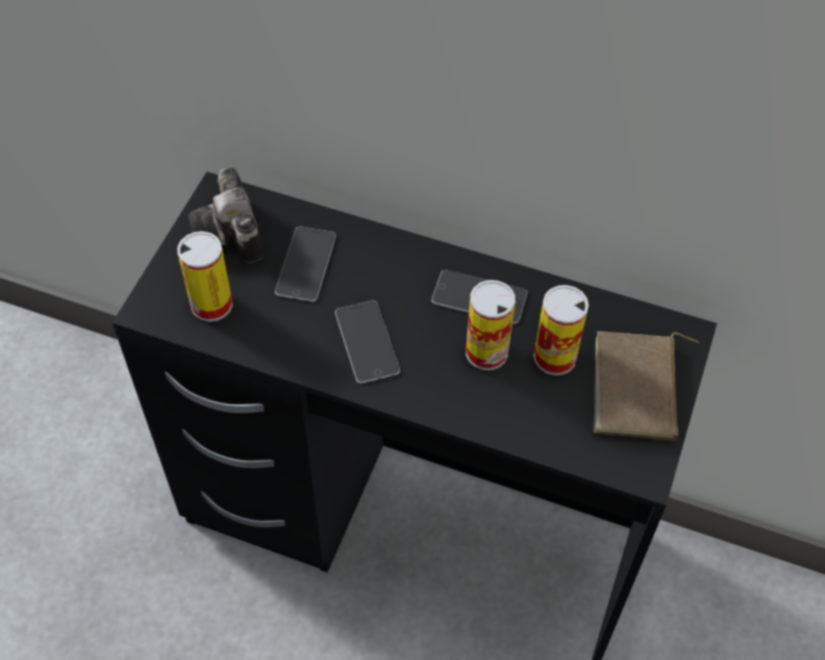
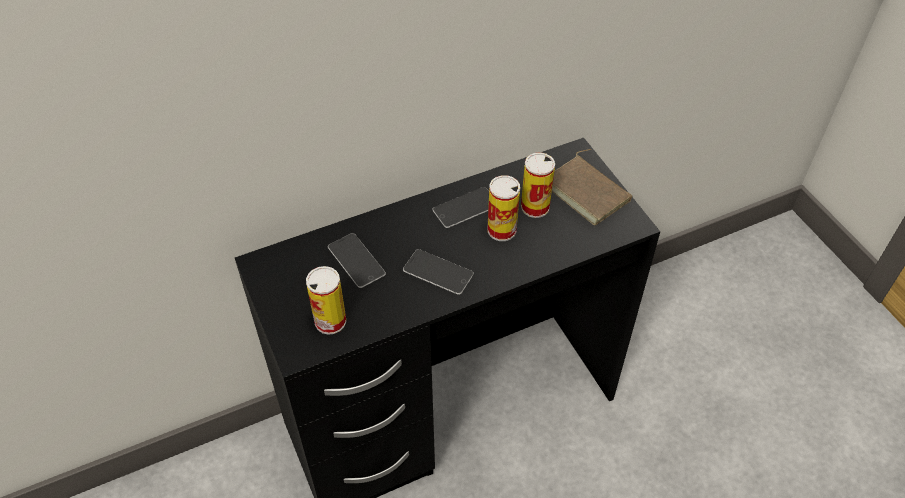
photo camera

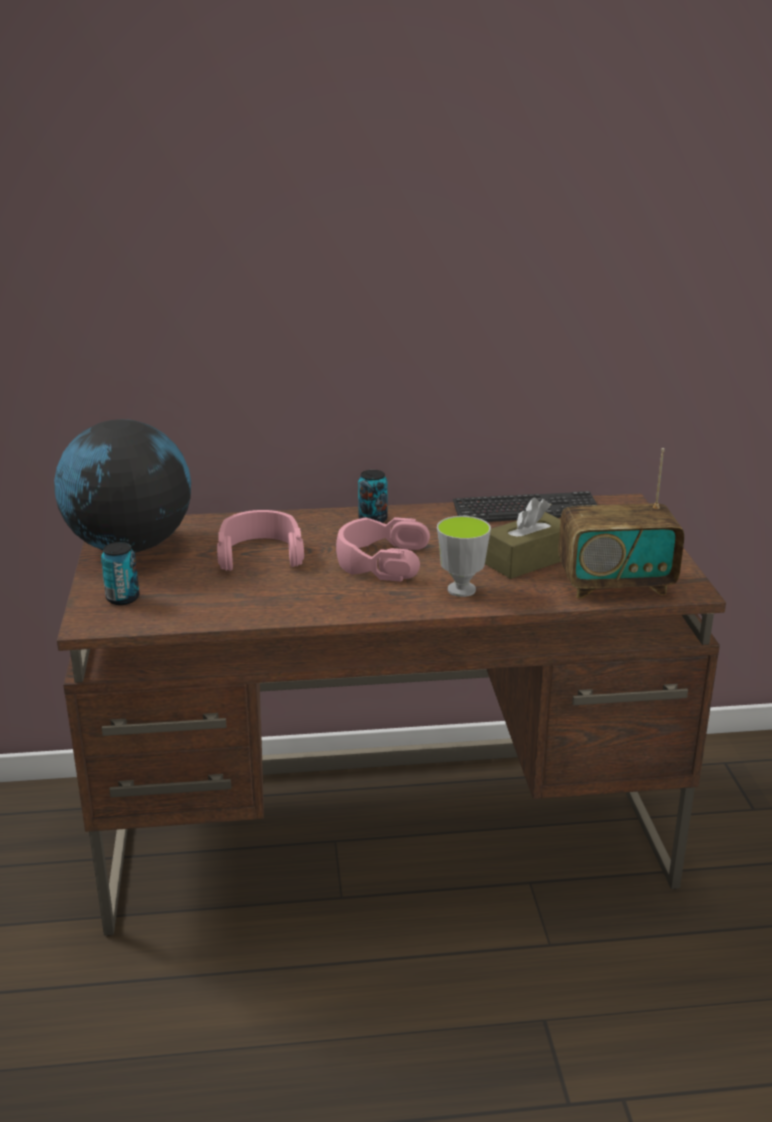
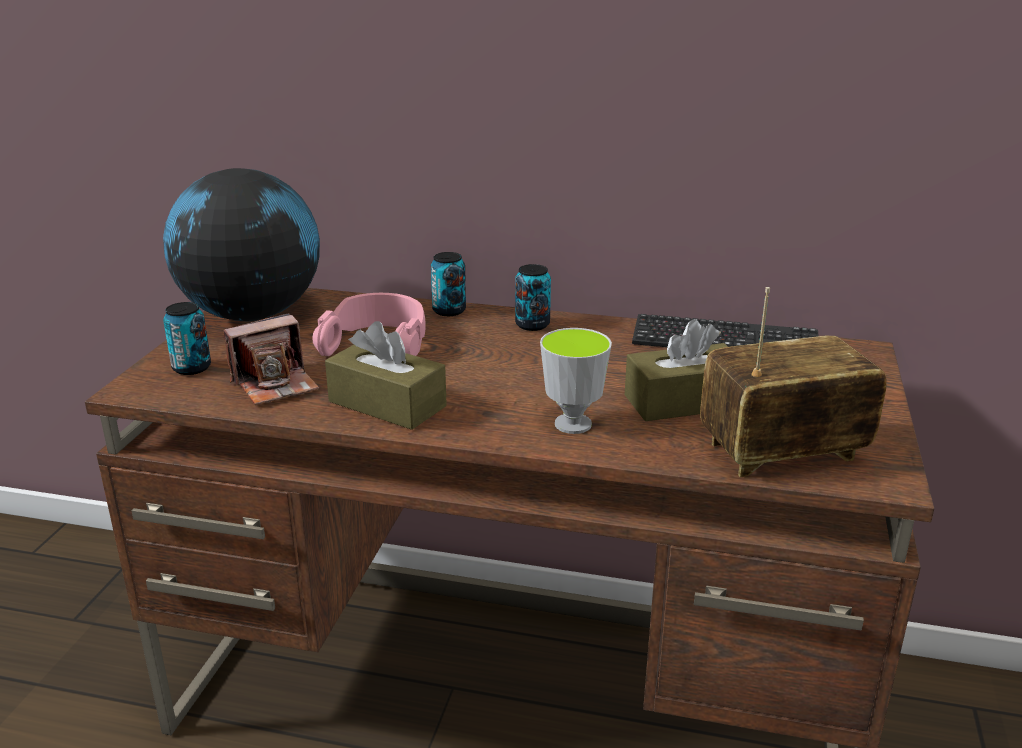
radio
headphones (pink) (2nd from left in the first image)
can (2nd from left)
photo camera
tissue box (brown) (1st from left)

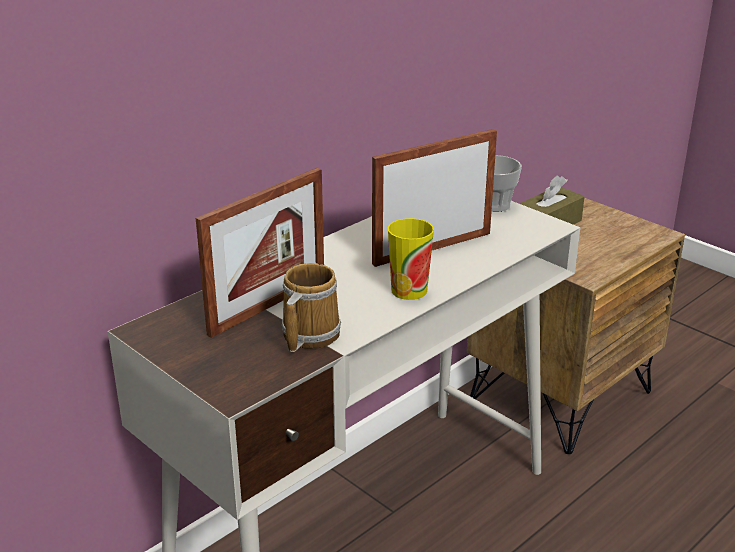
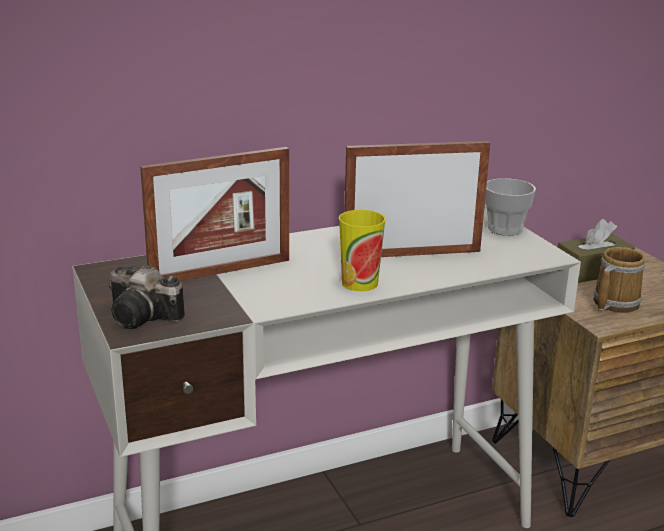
mug
photo camera

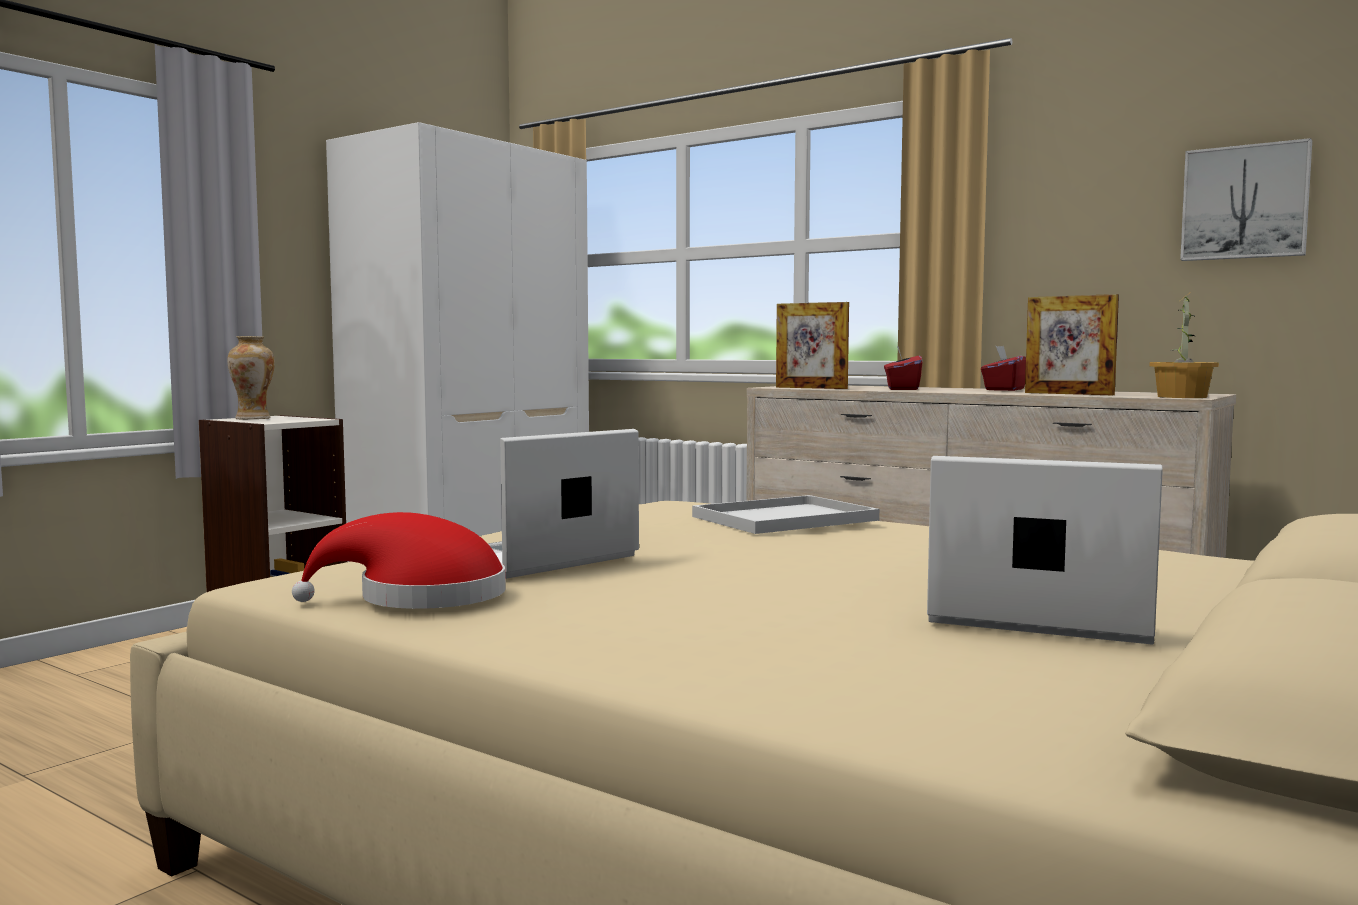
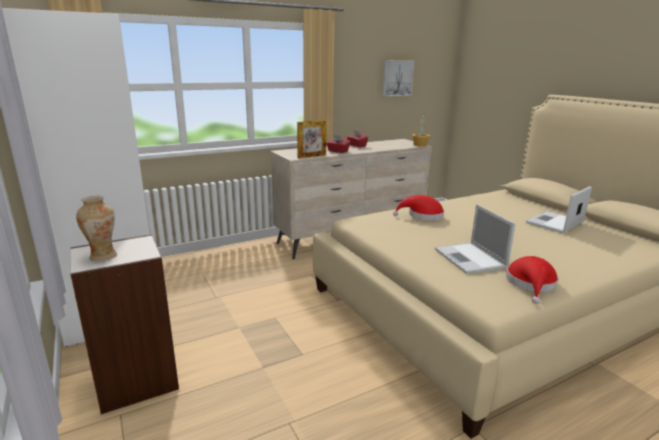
picture frame (2nd from left in the first image)
hat (red) (1st from left)

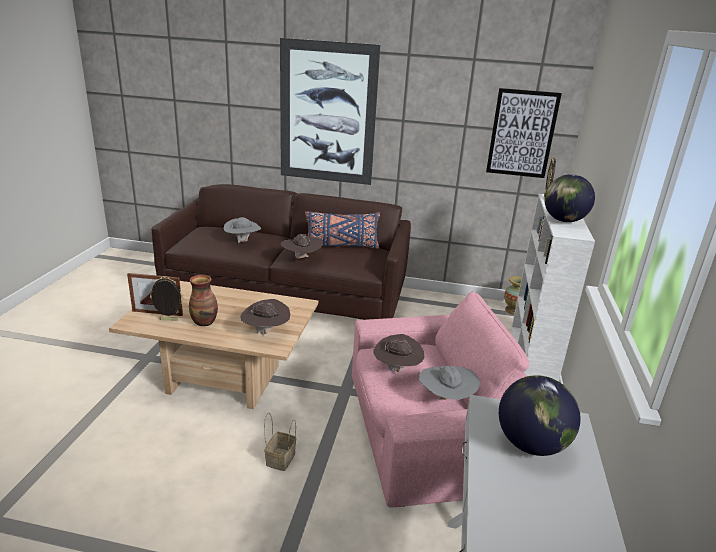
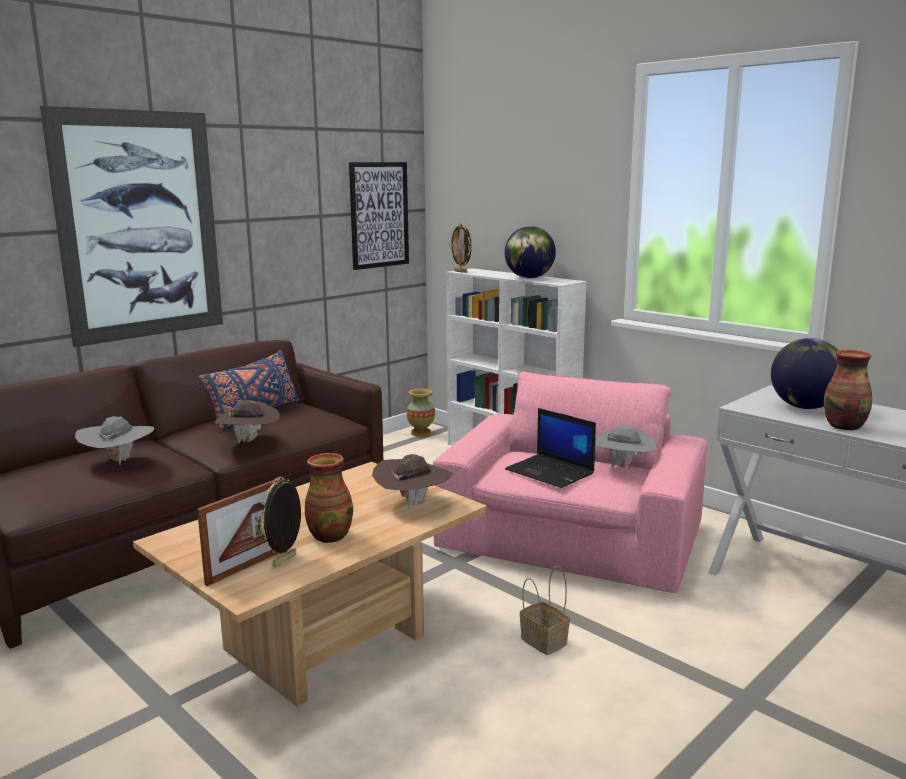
laptop
vase (3rd from left)

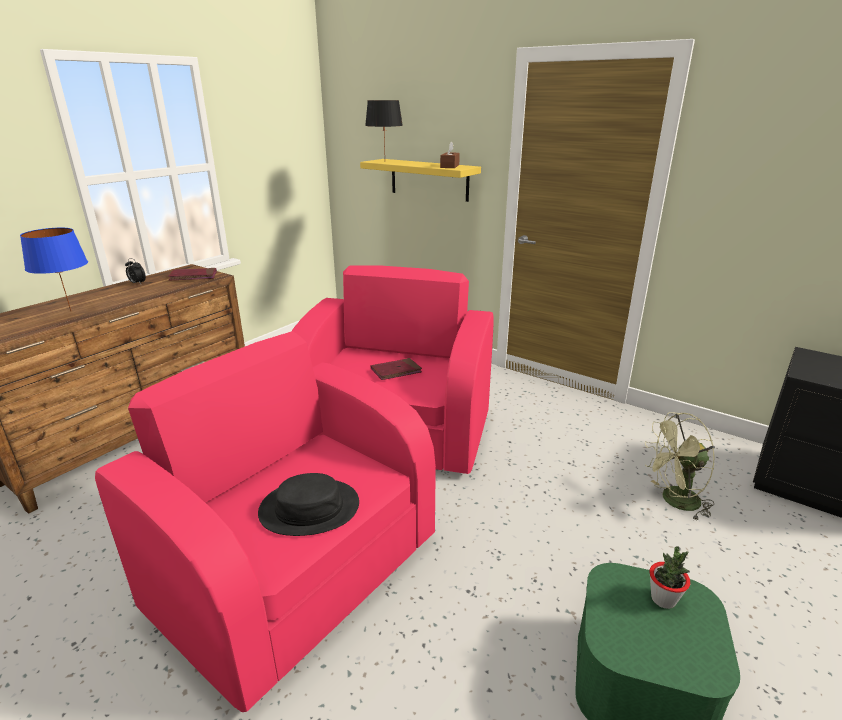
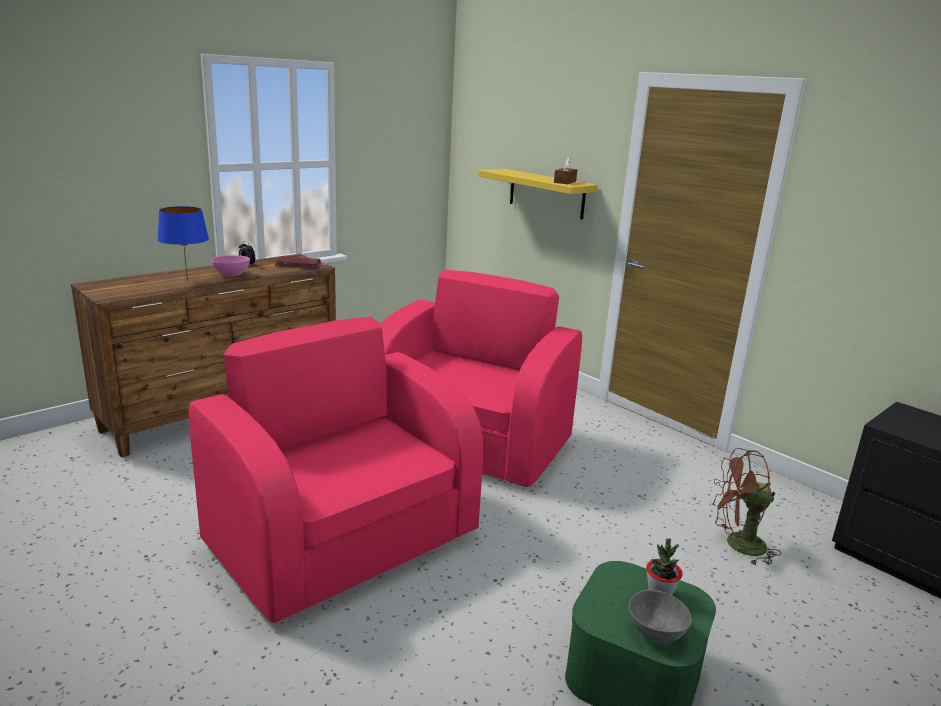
table lamp (black)
book (red) (2nd from left in the first image)
fan (brown)
hat (black)
bowl (pink)
bowl (grey)

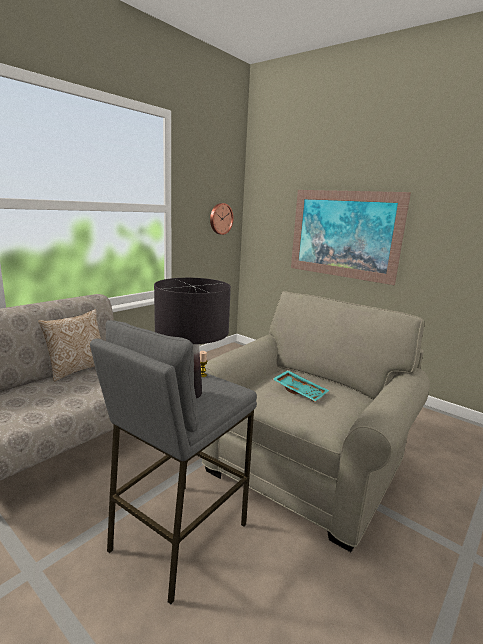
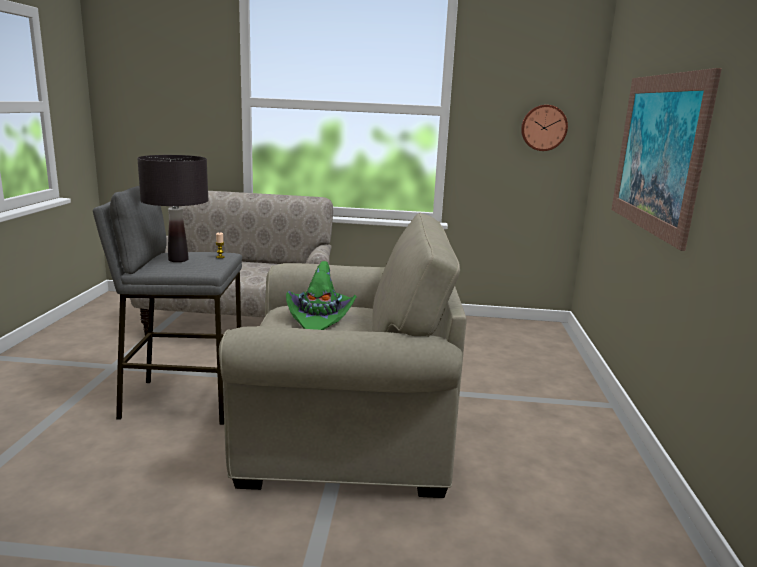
pillow
hat (green)

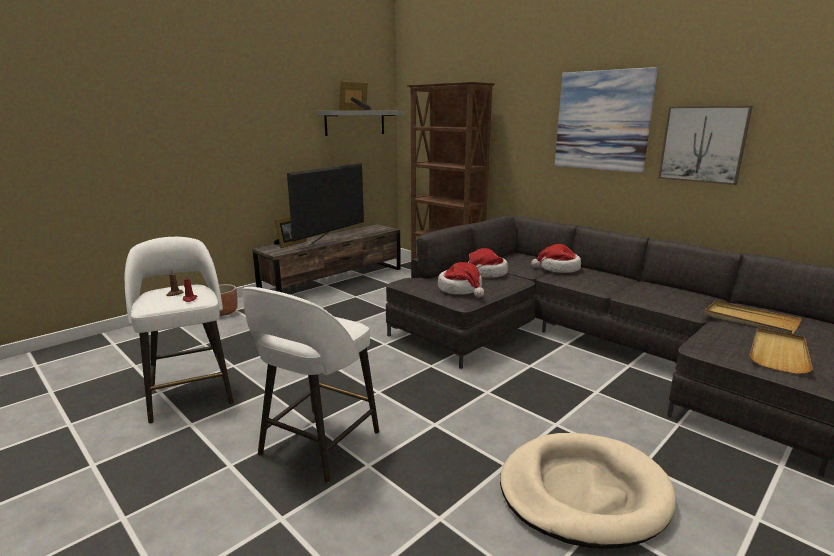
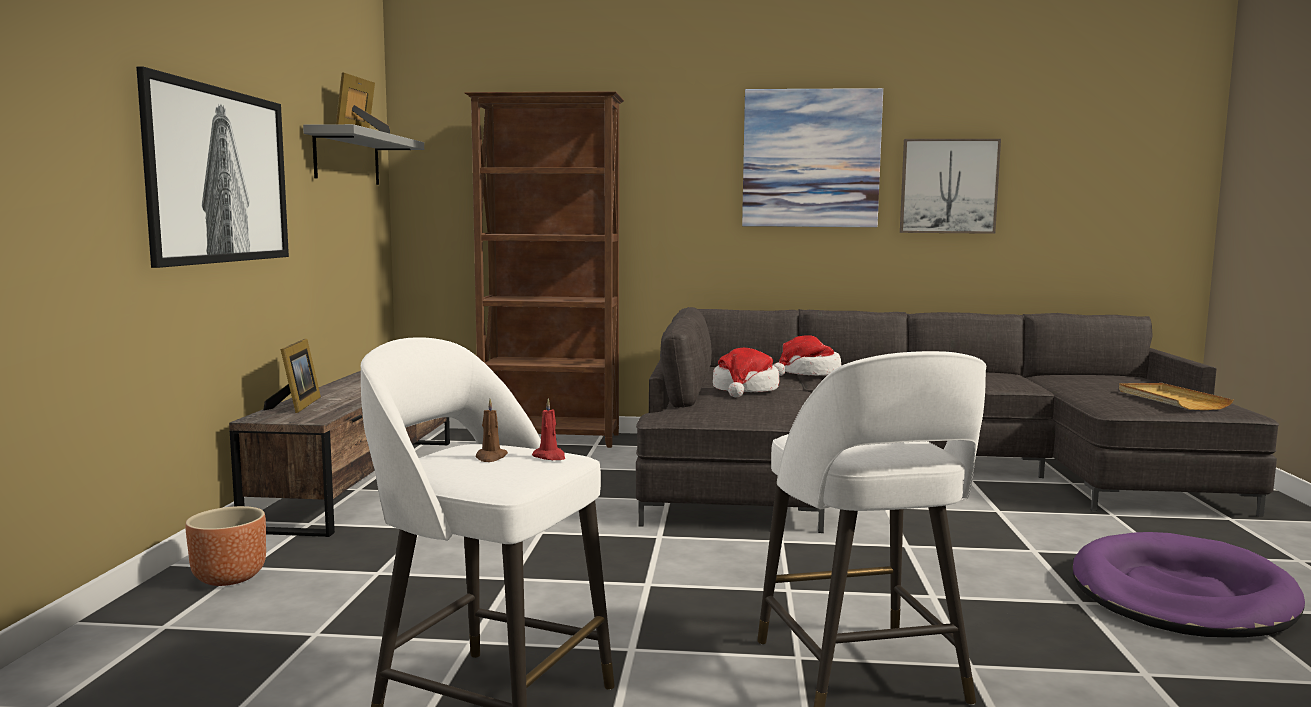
television
hat (1st from left in the first image)
tray (beige) (1st from left in the first image)
dog bed (purple)
picture (1st from left)

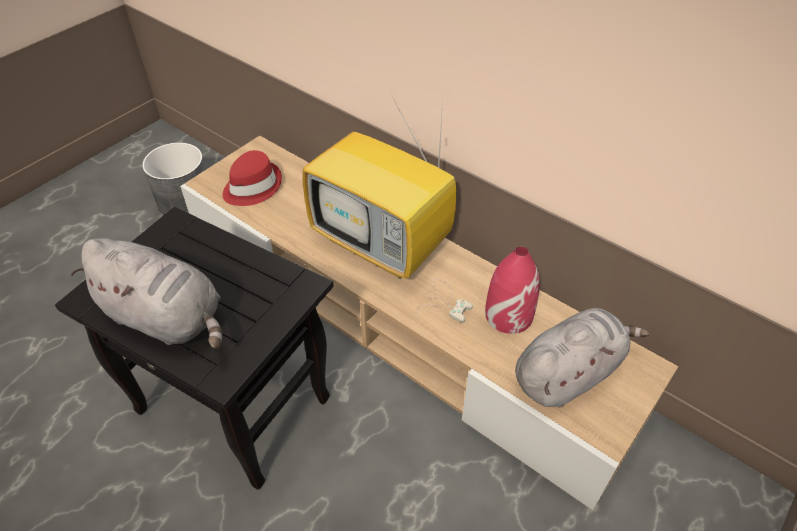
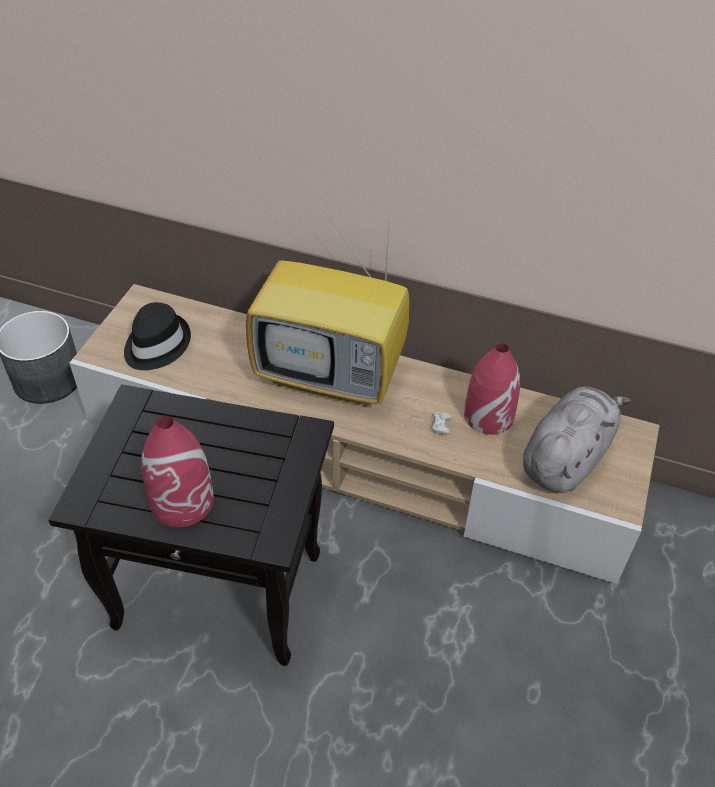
hat (black)
vase (red) (1st from left)

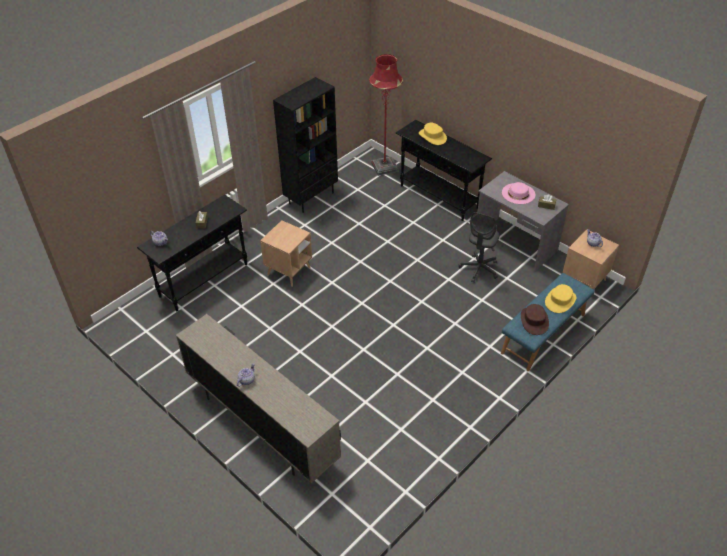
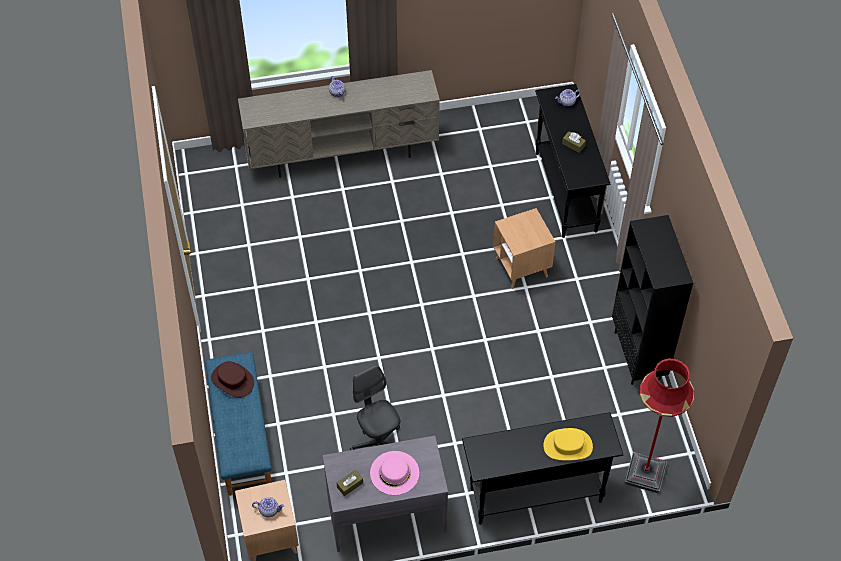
hat (yellow) (2nd from left in the first image)

